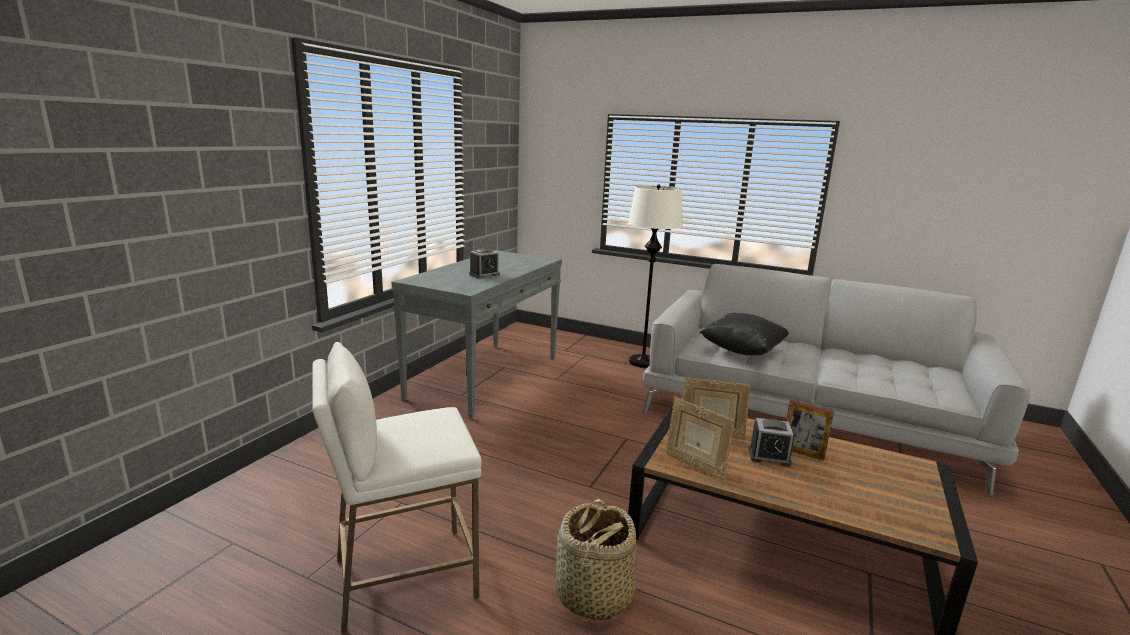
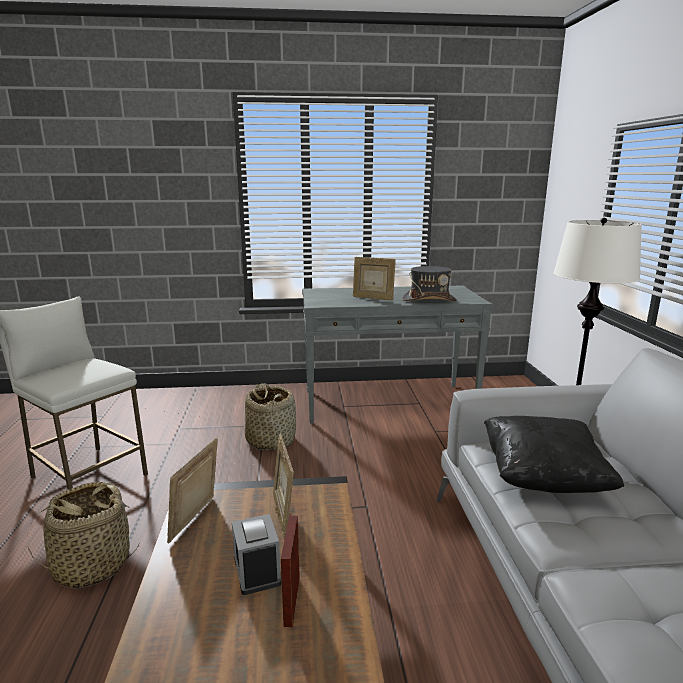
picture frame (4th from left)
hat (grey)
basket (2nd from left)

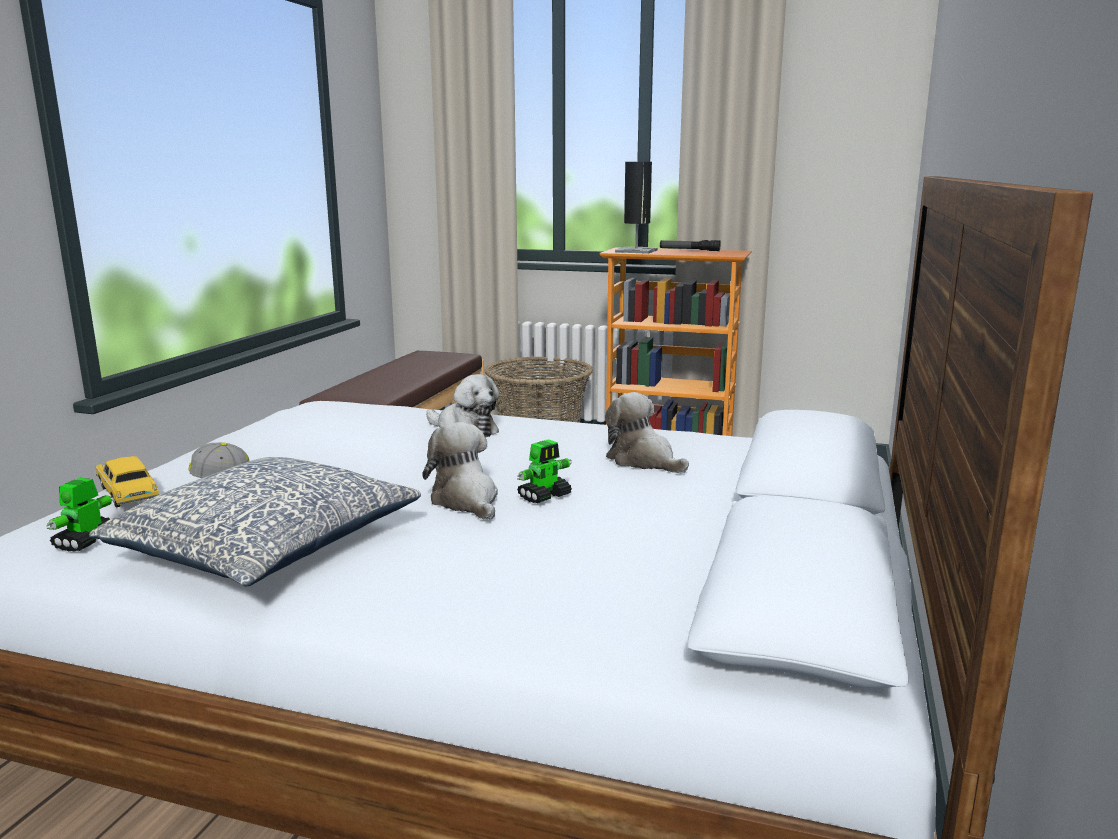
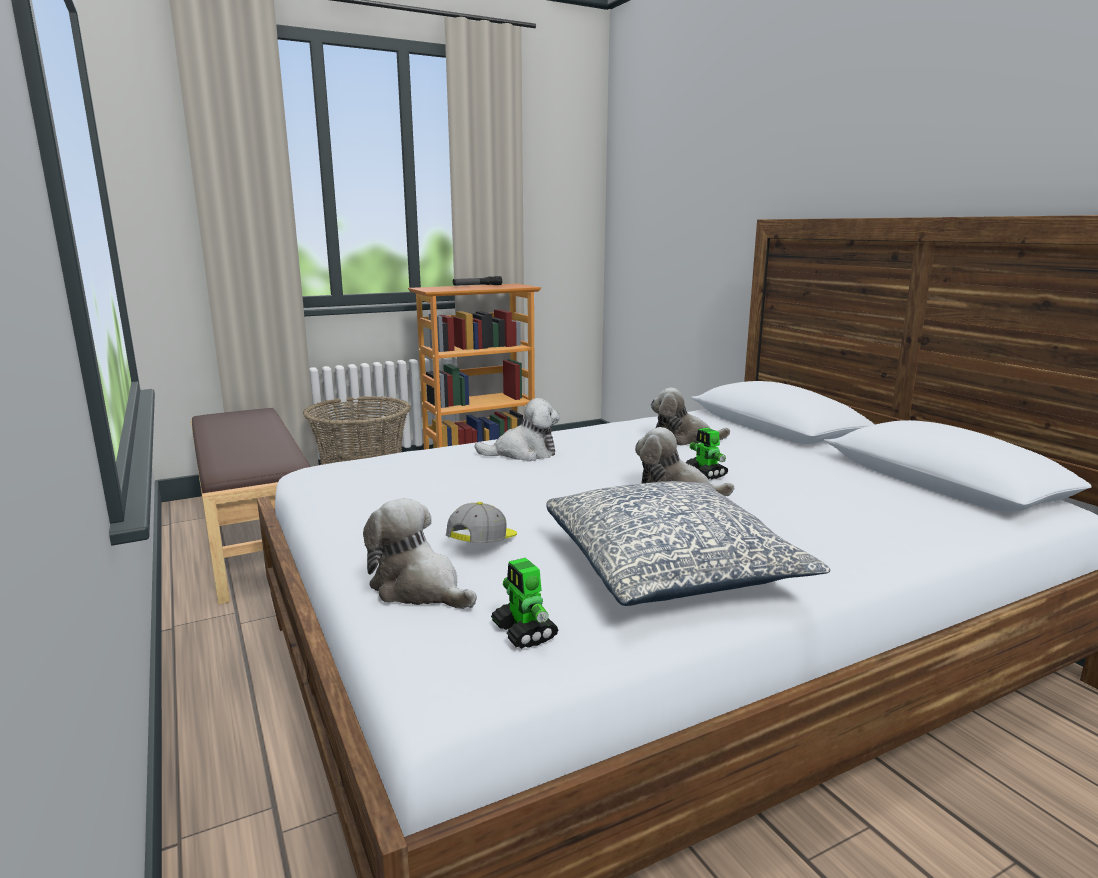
table lamp (black)
toy robot (2nd from left)
plush toy (1st from left)

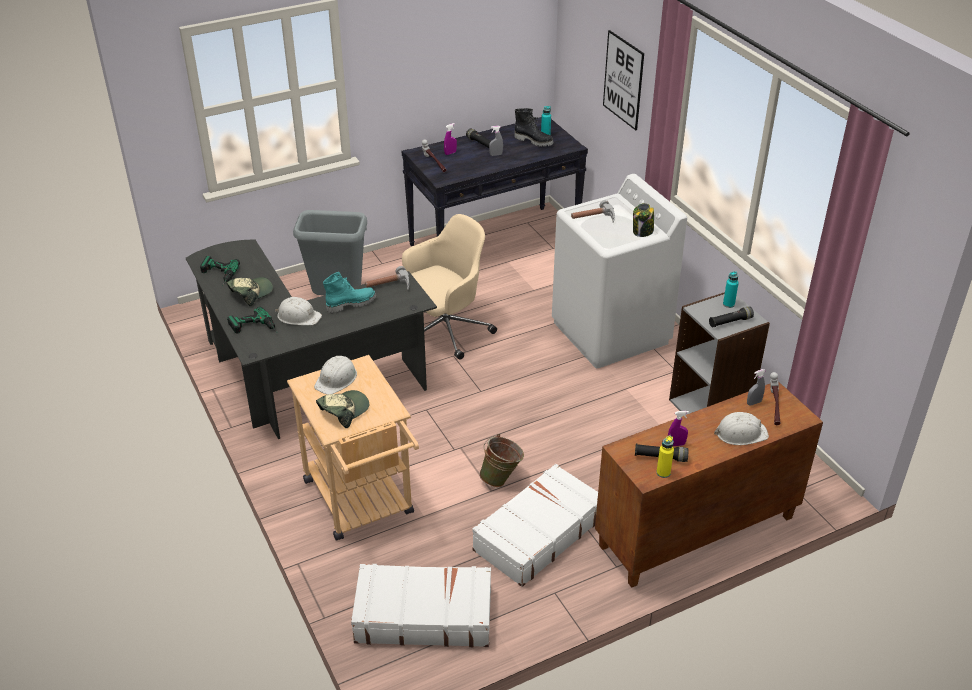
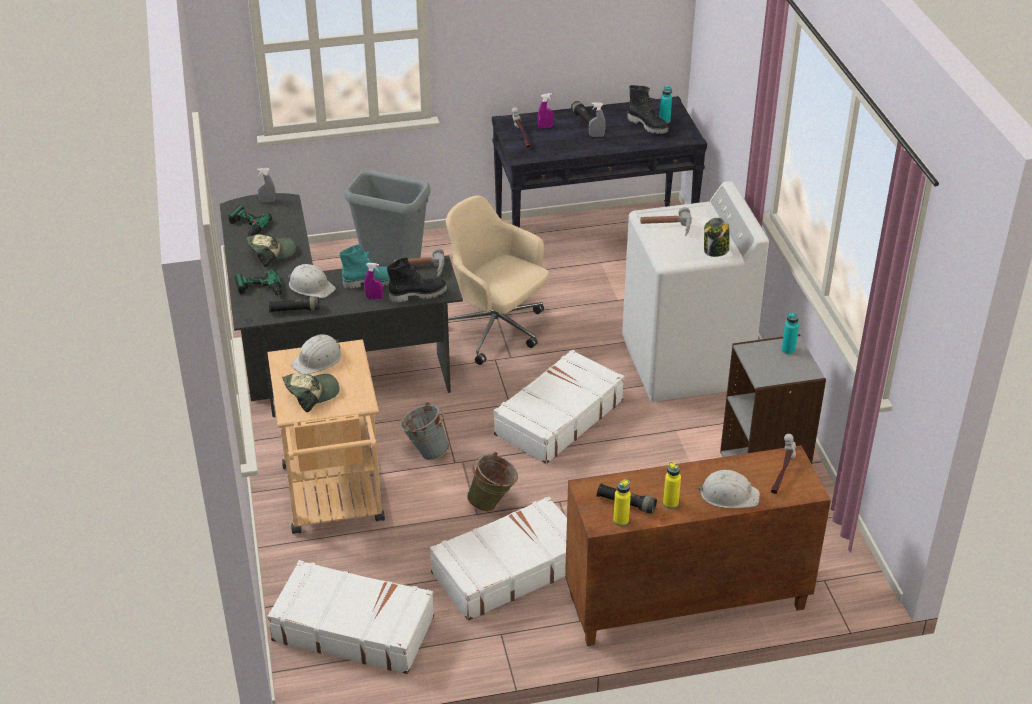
picture
office chair (beige)
flashlight (black) (1st from left)
spray bottle (grey) (1st from left)
spray bottle (purple) (1st from left)
boot (black) (1st from left)
suitcase (white) (3rd from left)
bucket (grey)
bottle (yellow) (2nd from left)

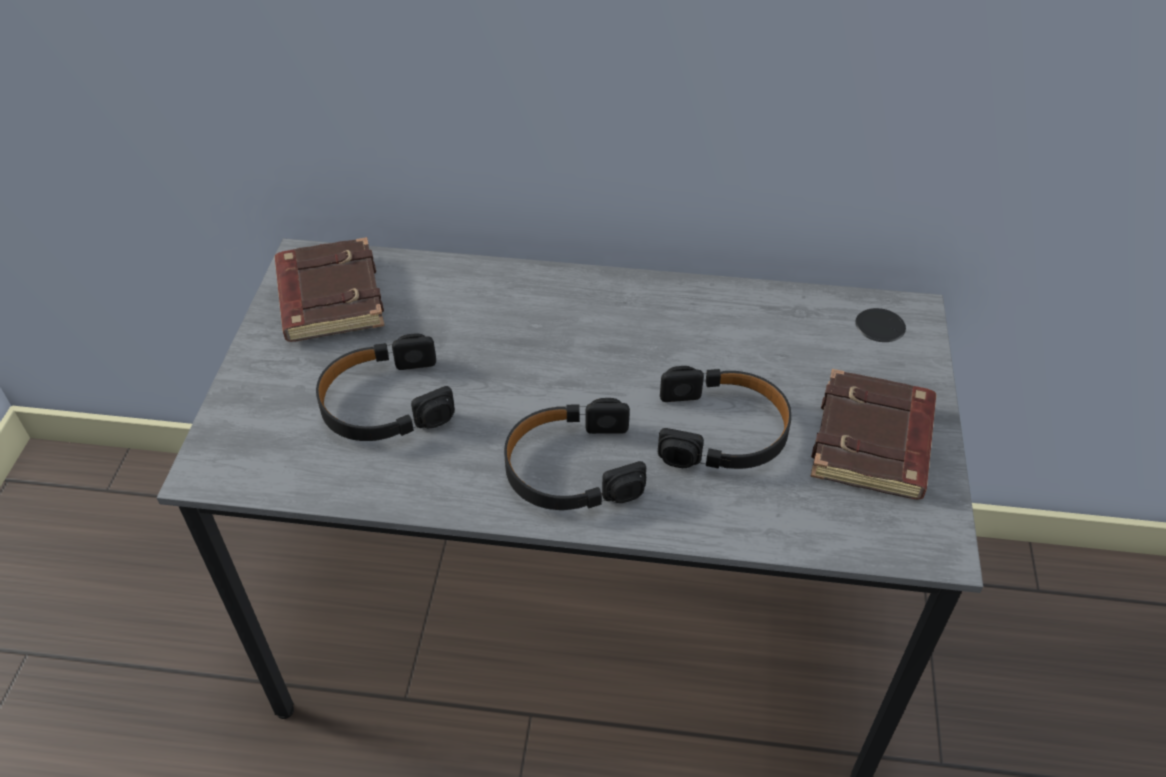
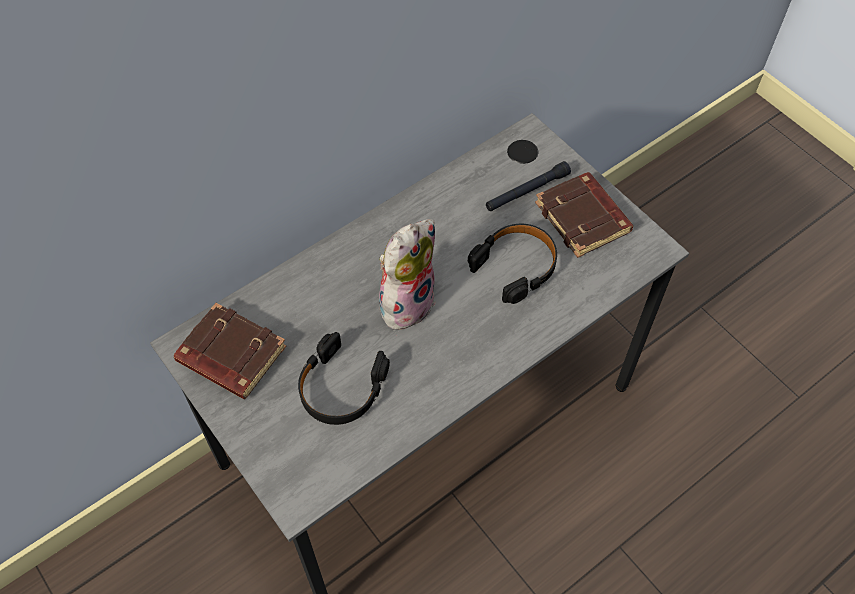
headphones (black) (2nd from left in the first image)
flashlight (black)
plush toy

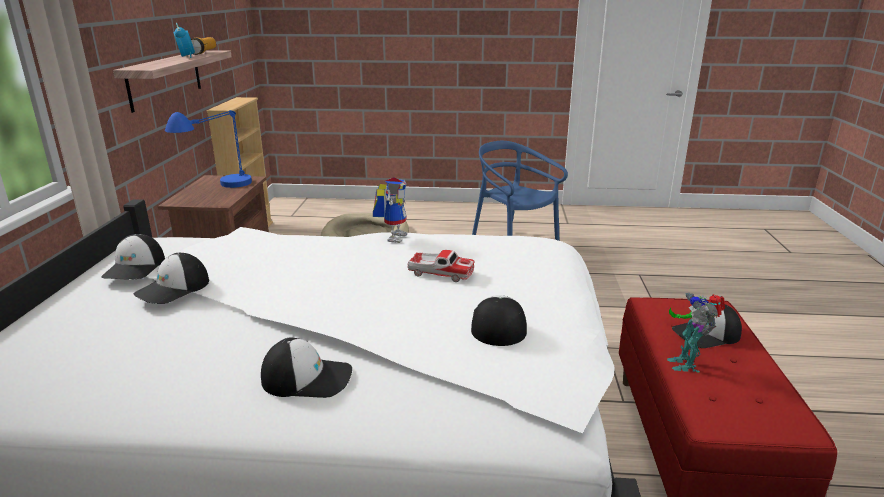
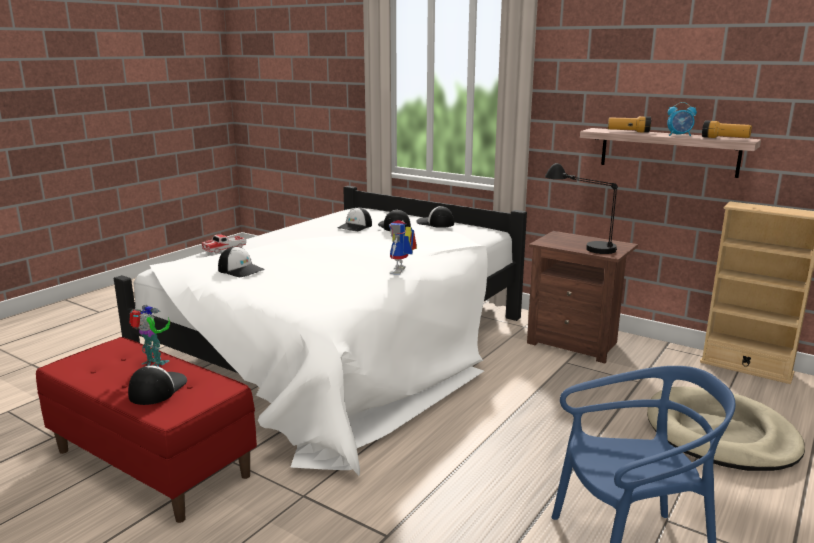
table lamp (black)
toy robot (2nd from left)
toy car
cap (3rd from left)
flashlight (1st from left)

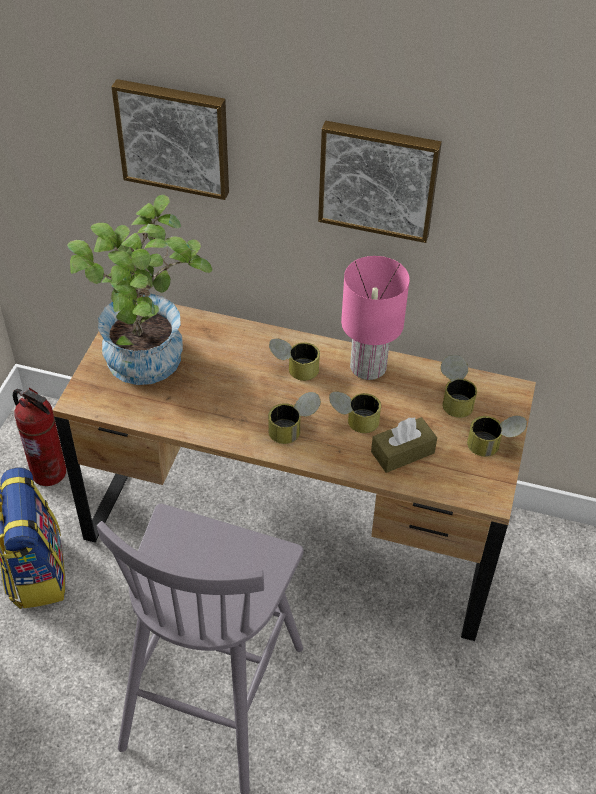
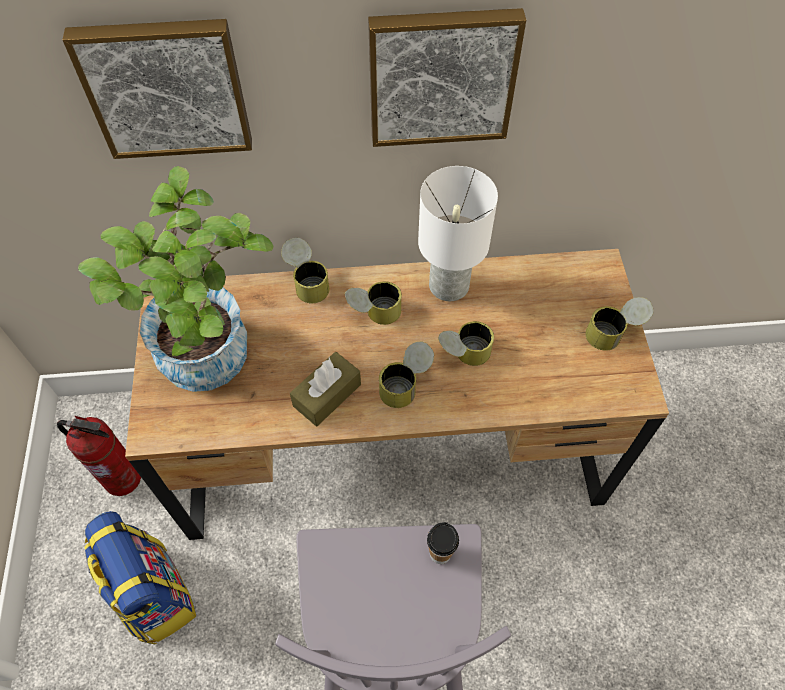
table lamp (white)
can (1st from left)
tissue box (brown)
cup

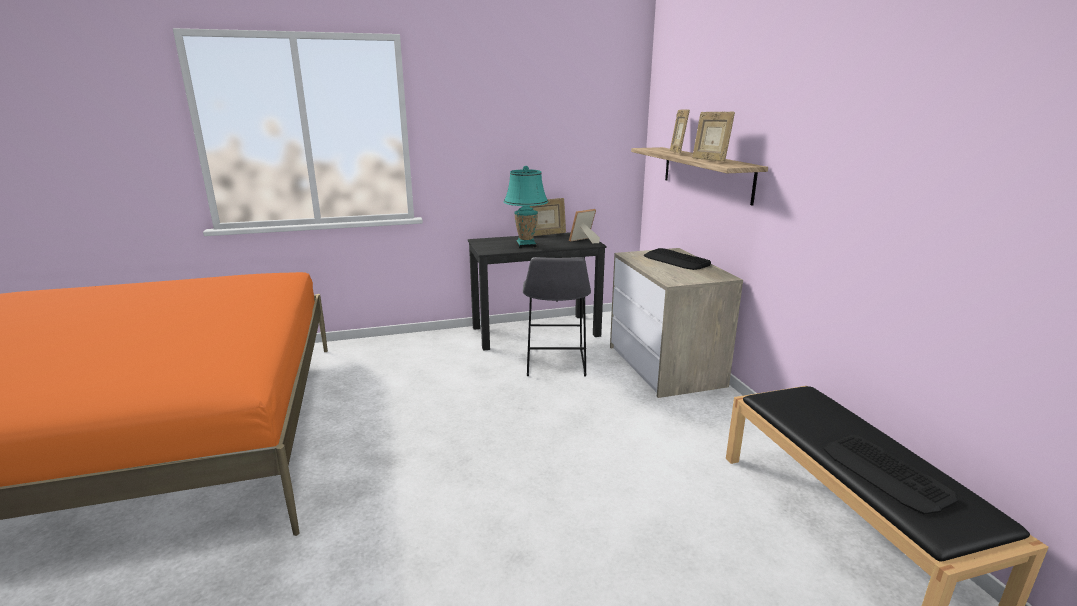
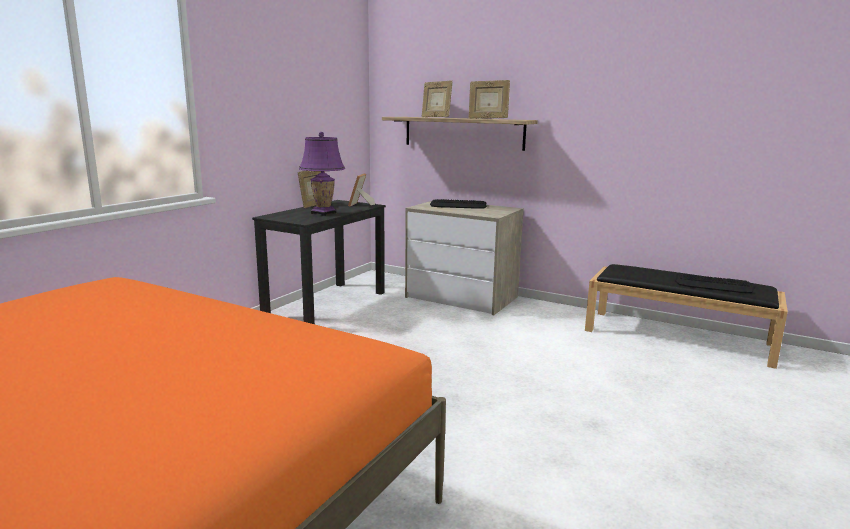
table lamp (purple)
stool (grey)

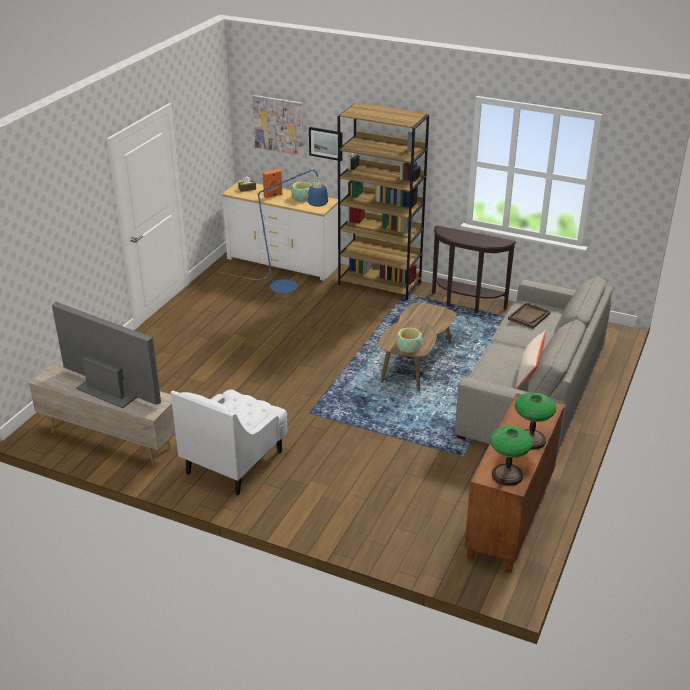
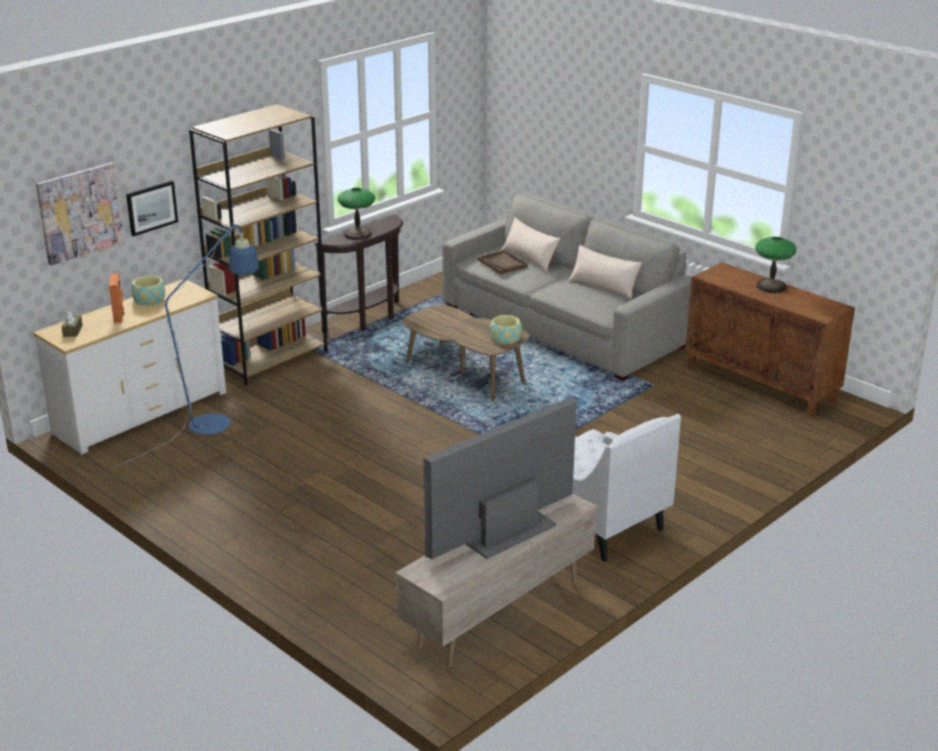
table lamp (1st from left)
pillow (beige) (1st from left)

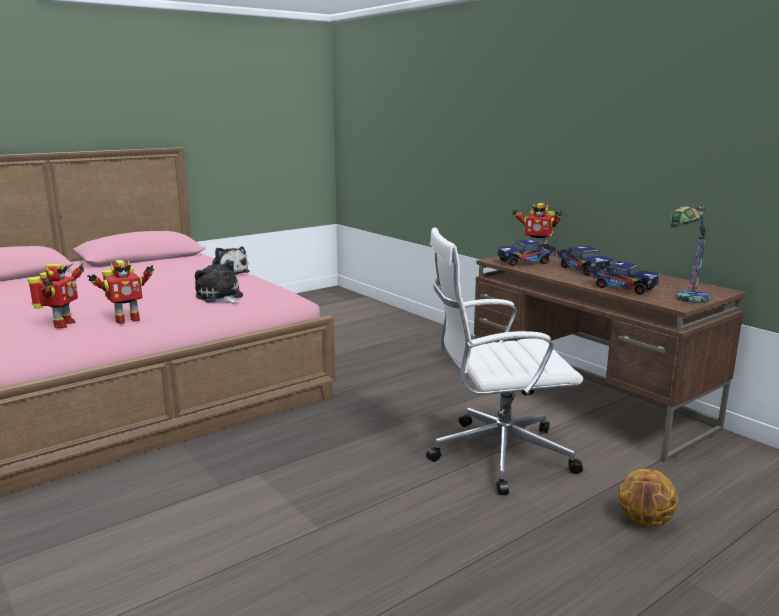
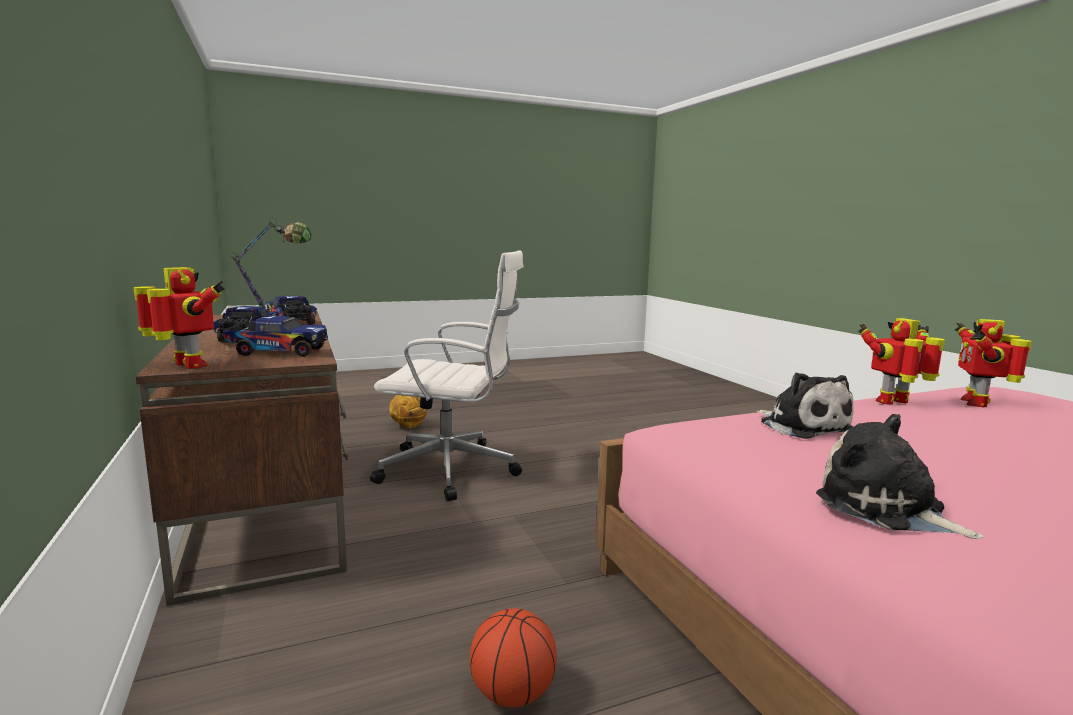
basketball (2nd from left)

